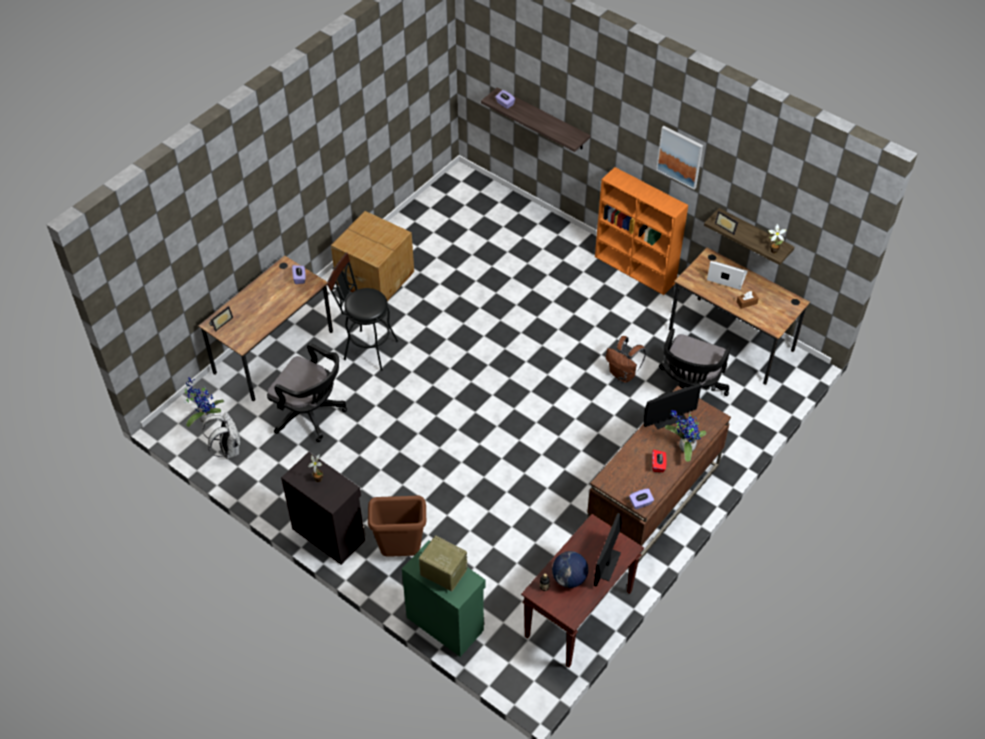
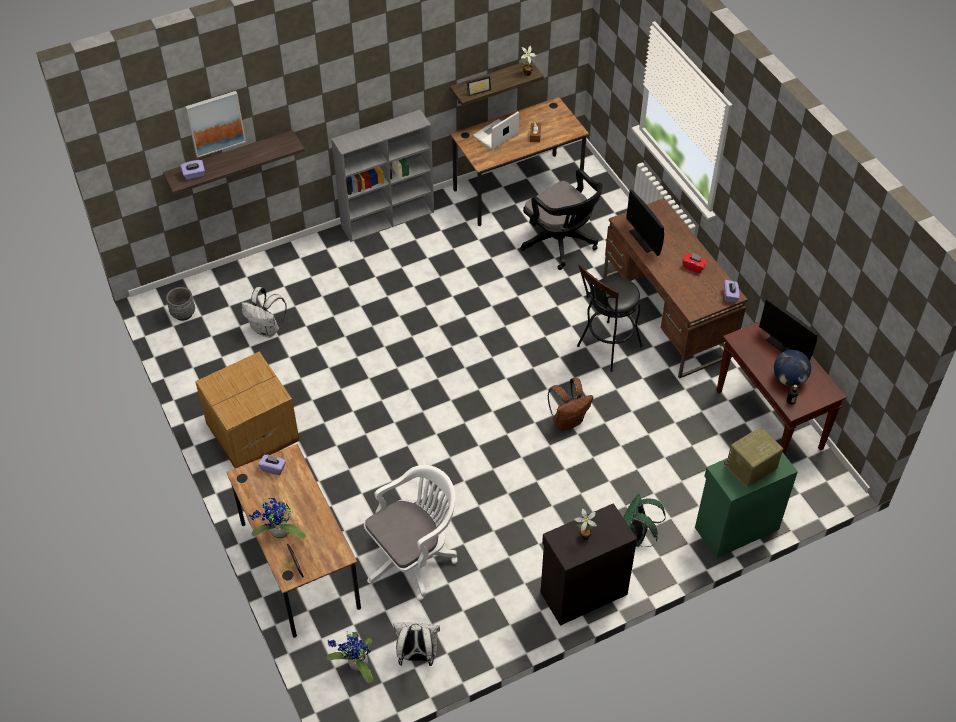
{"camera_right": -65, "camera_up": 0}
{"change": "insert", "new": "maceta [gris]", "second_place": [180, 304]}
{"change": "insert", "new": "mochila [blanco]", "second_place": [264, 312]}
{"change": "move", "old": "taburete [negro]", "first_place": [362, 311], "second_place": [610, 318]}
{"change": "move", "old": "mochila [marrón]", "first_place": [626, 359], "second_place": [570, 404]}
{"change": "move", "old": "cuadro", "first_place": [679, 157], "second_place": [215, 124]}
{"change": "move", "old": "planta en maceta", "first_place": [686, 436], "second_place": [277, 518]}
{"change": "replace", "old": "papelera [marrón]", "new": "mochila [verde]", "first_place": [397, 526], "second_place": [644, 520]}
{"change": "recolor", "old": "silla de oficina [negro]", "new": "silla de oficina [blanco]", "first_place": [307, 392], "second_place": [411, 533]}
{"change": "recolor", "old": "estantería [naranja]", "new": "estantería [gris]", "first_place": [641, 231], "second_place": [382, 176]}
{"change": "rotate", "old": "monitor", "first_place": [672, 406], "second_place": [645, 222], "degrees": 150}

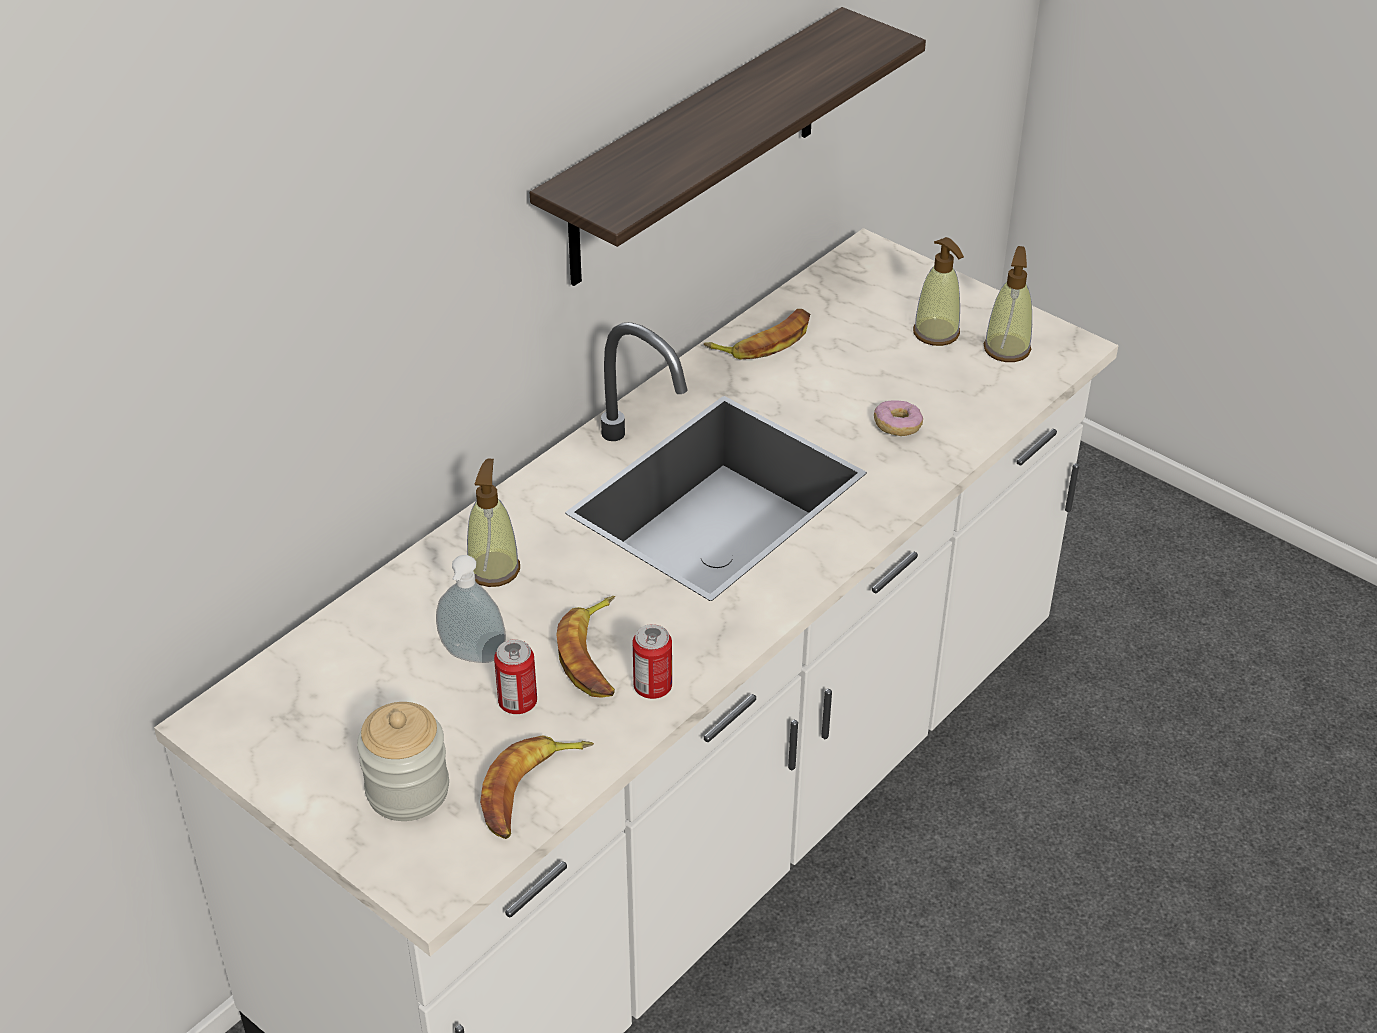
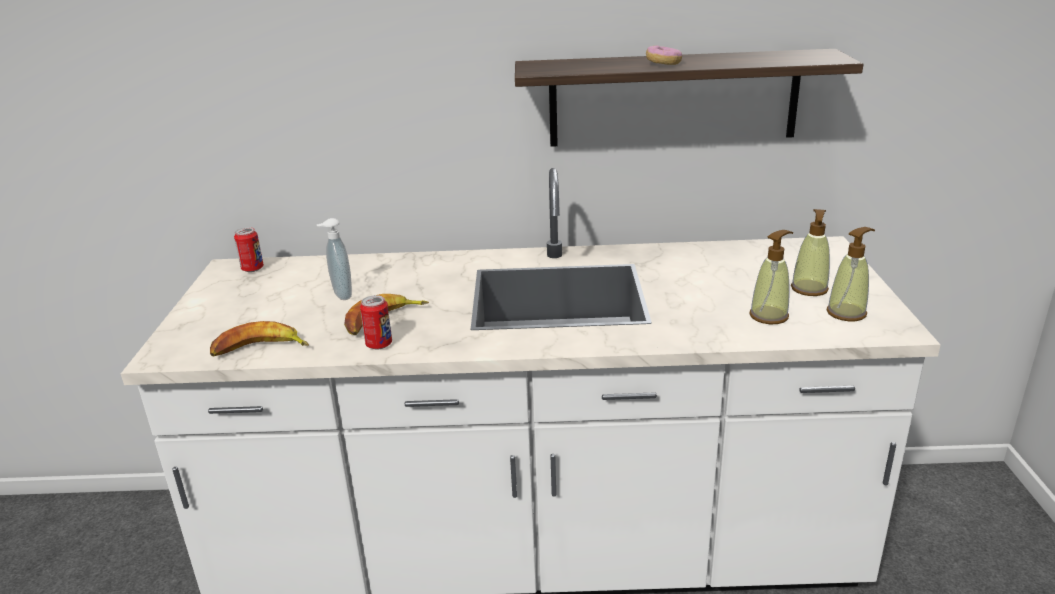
{"camera_right": 50, "camera_up": -15}
{"change": "delete", "old": "tarro", "first_place": [403, 761]}
{"change": "delete", "old": "plátano", "first_place": [757, 334]}
{"change": "move", "old": "dispensador de jabón", "first_place": [493, 522], "second_place": [771, 277]}
{"change": "move", "old": "lata", "first_place": [515, 676], "second_place": [249, 249]}
{"change": "move", "old": "rosquilla", "first_place": [898, 418], "second_place": [664, 55]}

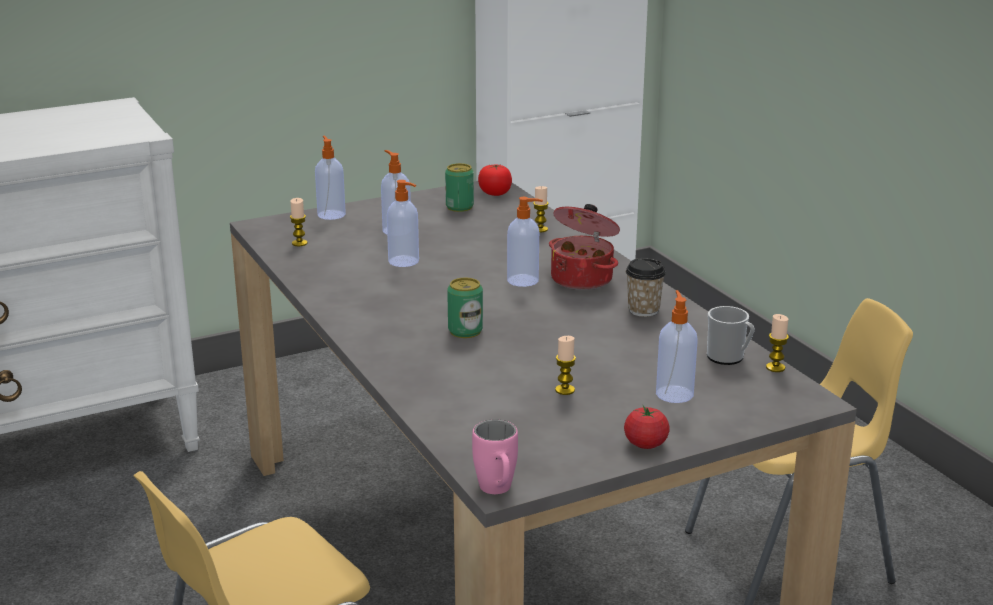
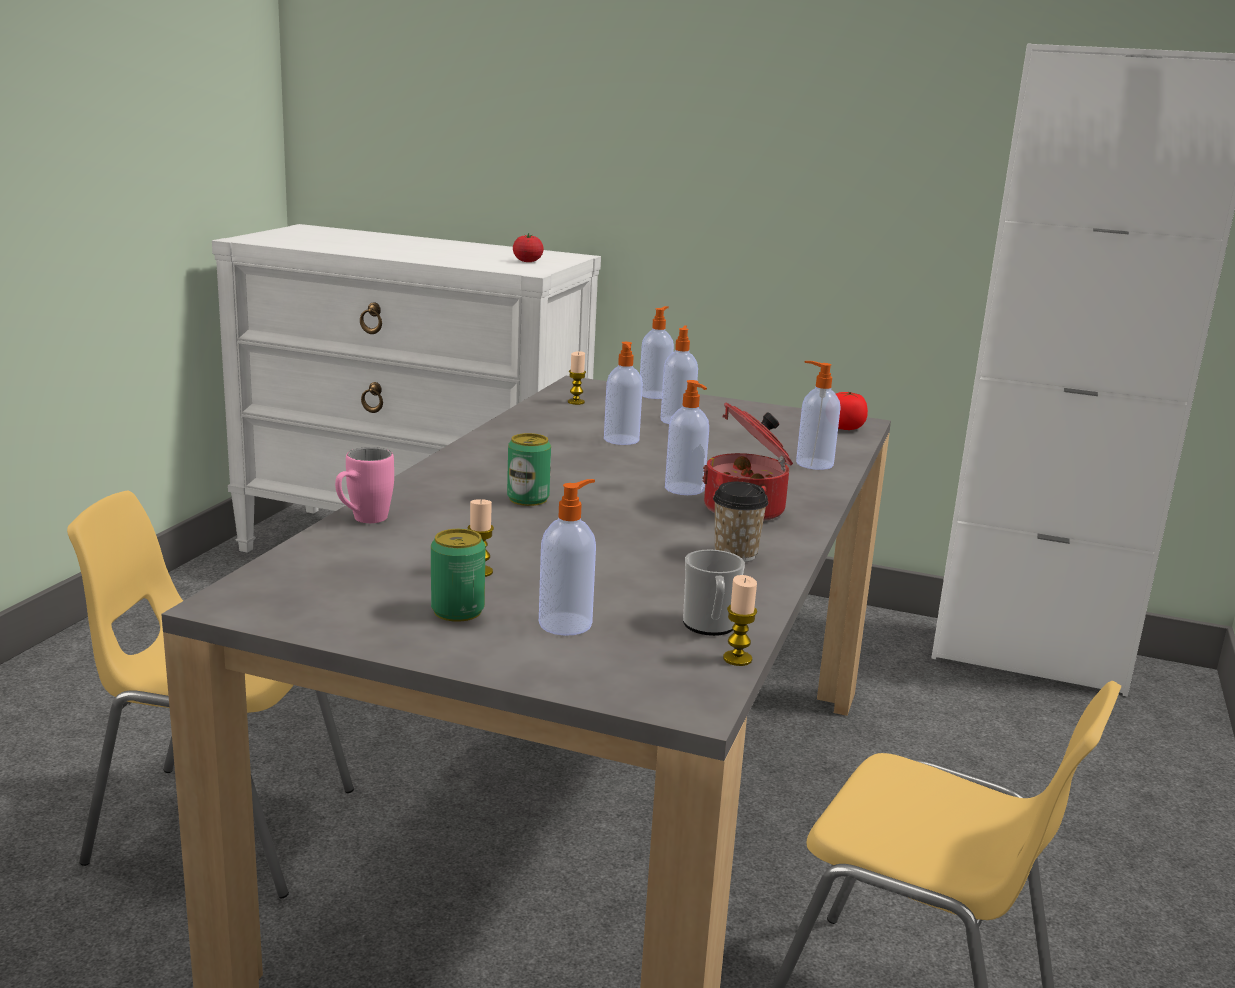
{"camera_right": 45, "camera_up": -5}
{"change": "move", "old": "lata", "first_place": [459, 187], "second_place": [458, 575]}
{"change": "move", "old": "taza grande [rosa]", "first_place": [495, 456], "second_place": [364, 485]}
{"change": "move", "old": "tomate", "first_place": [647, 427], "second_place": [528, 247]}
{"change": "replace", "old": "vela", "new": "dispensador de jabón", "first_place": [541, 209], "second_place": [818, 415]}

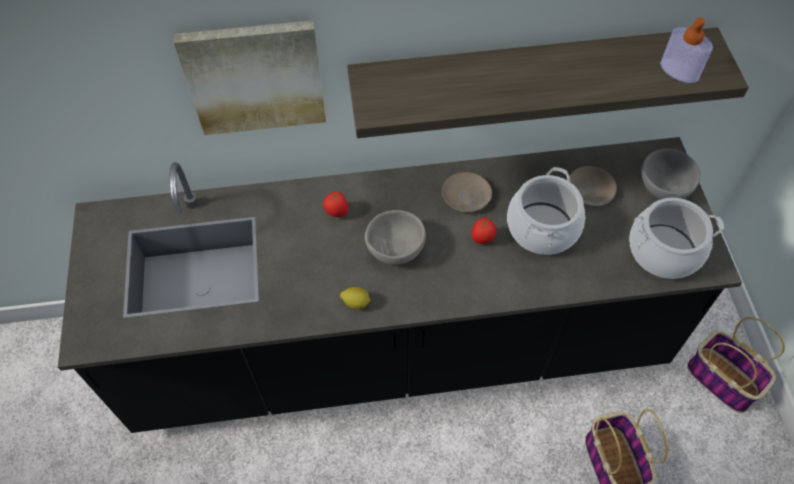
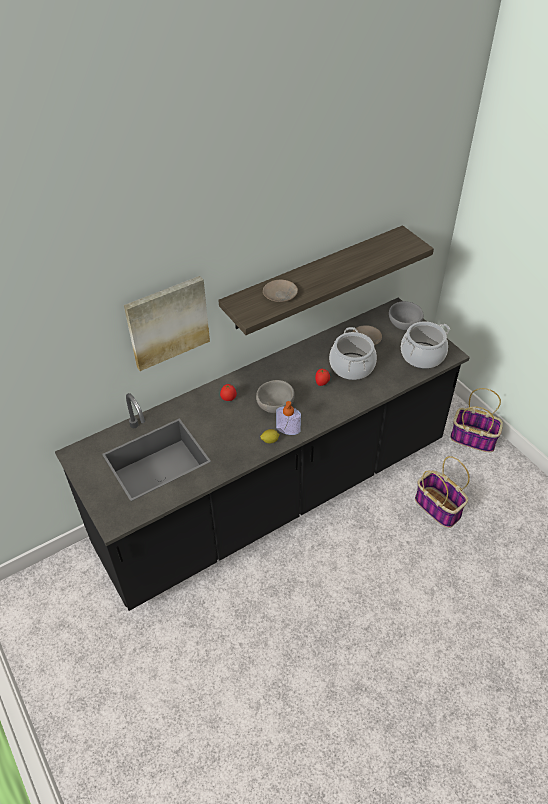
{"camera_right": -25, "camera_up": -10}
{"change": "move", "old": "plato [beis]", "first_place": [467, 192], "second_place": [280, 291]}
{"change": "move", "old": "dispensador de jabón", "first_place": [686, 50], "second_place": [288, 418]}

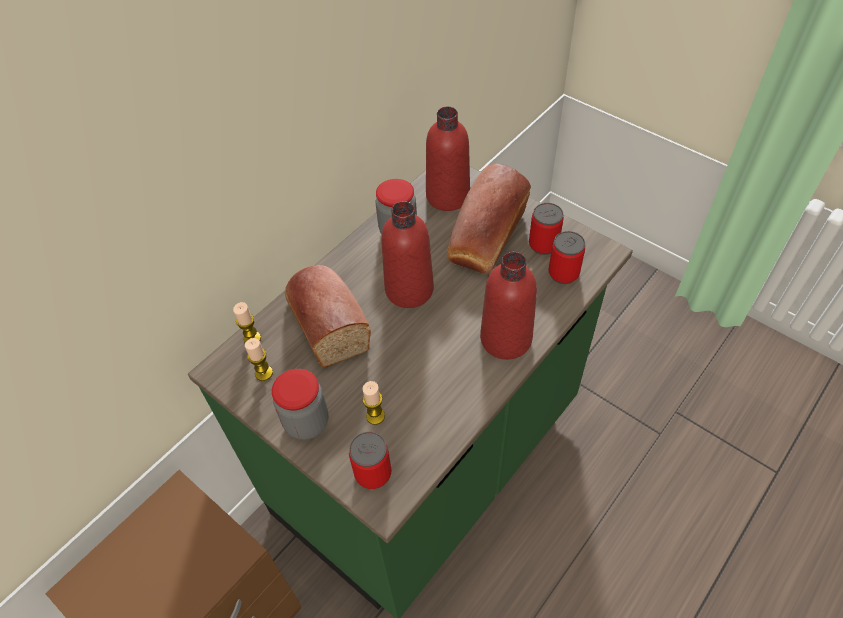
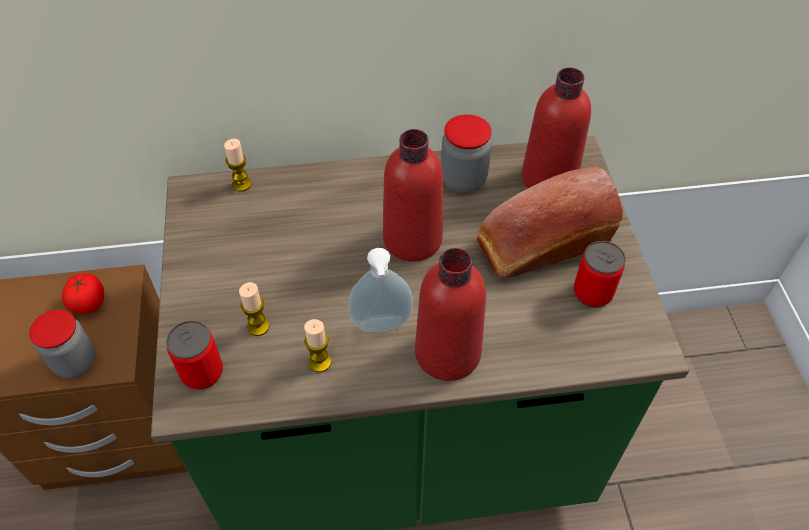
{"camera_right": 40, "camera_up": 0}
{"change": "delete", "old": "pan", "first_place": [328, 316]}
{"change": "delete", "old": "lata", "first_place": [567, 257]}
{"change": "insert", "new": "tomate", "second_place": [83, 293]}
{"change": "insert", "new": "dispensador de jabón", "second_place": [380, 290]}
{"change": "move", "old": "vela", "first_place": [259, 359], "second_place": [317, 345]}
{"change": "move", "old": "tarro", "first_place": [300, 404], "second_place": [62, 344]}

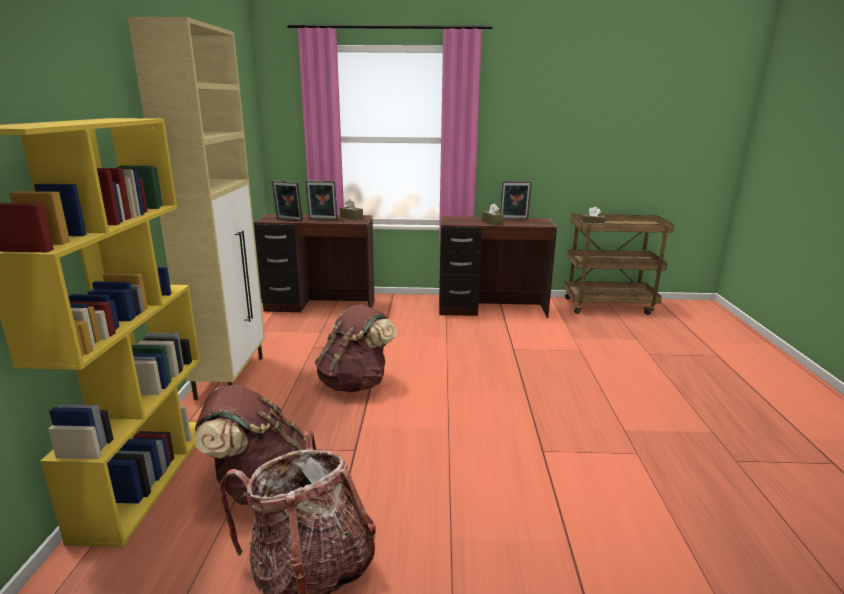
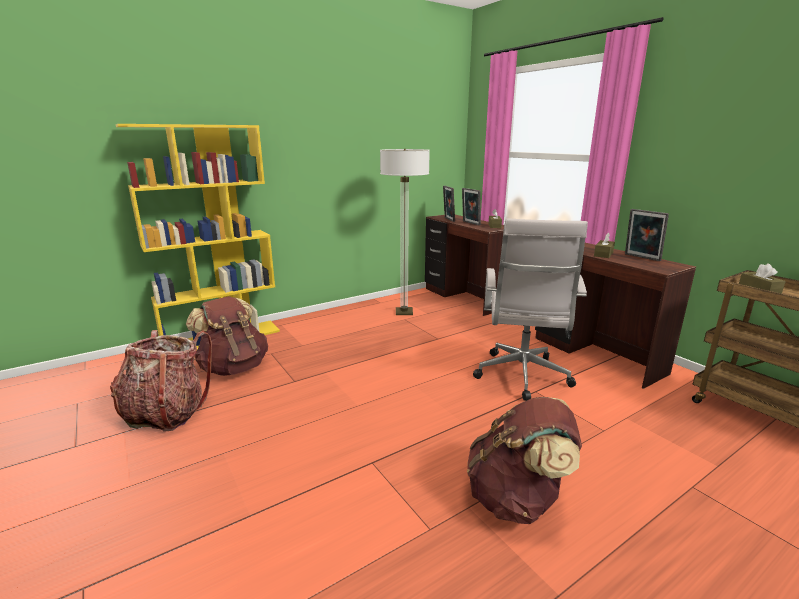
{"camera_right": 55, "camera_up": 0}
{"change": "delete", "old": "armario [beis]", "first_place": [196, 208]}
{"change": "insert", "new": "lámpara de pie", "second_place": [405, 232]}
{"change": "insert", "new": "silla de oficina [blanco]", "second_place": [530, 310]}
{"change": "move", "old": "mochila [marrón]", "first_place": [356, 348], "second_place": [524, 460]}

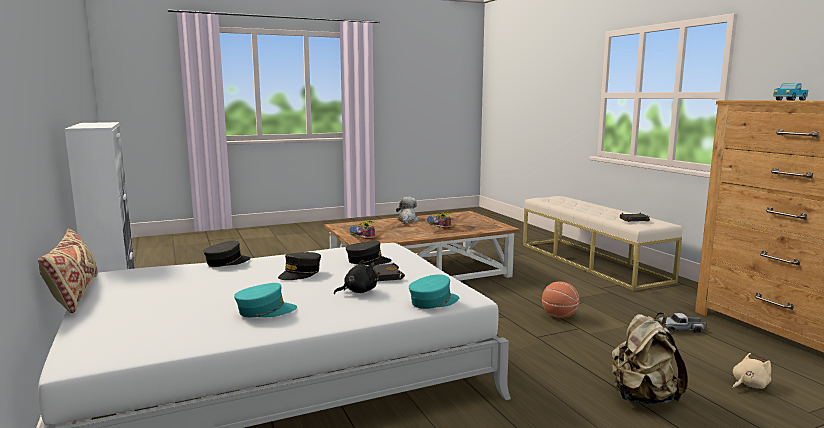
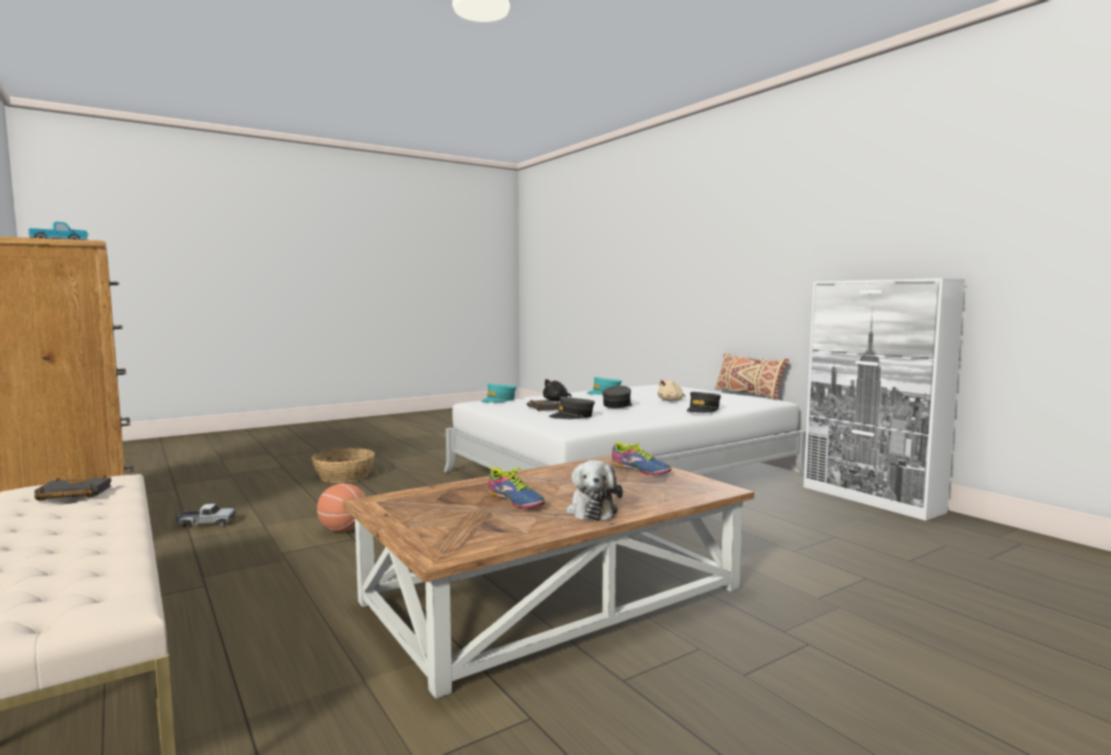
{"camera_right": 170, "camera_up": -5}
{"change": "move", "old": "peluche [beis]", "first_place": [752, 371], "second_place": [671, 390]}
{"change": "replace", "old": "mochila [beis]", "new": "cesta", "first_place": [650, 358], "second_place": [343, 465]}

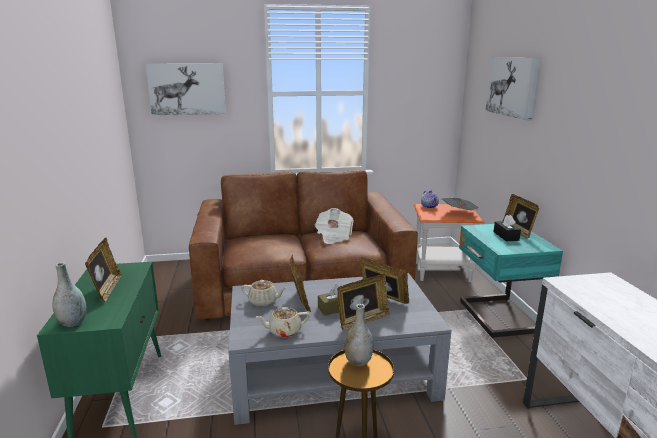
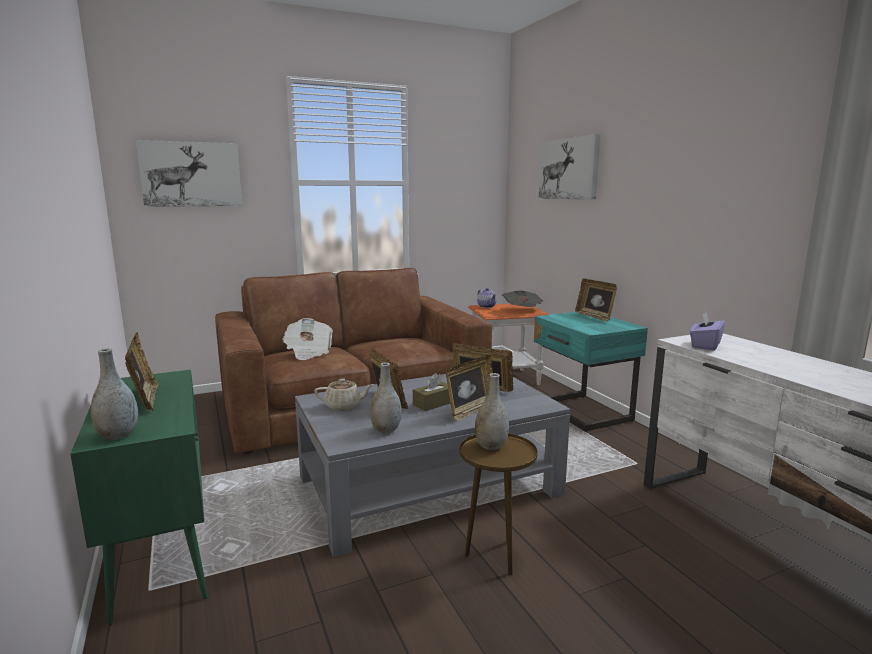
{"camera_right": -15, "camera_up": -5}
{"change": "delete", "old": "caja de pañuelos [negro]", "first_place": [507, 228]}
{"change": "insert", "new": "caja de pañuelos [morado]", "second_place": [707, 331]}
{"change": "move", "old": "periódico", "first_place": [334, 226], "second_place": [307, 339]}
{"change": "replace", "old": "tetera [beis]", "new": "florero [gris]", "first_place": [283, 322], "second_place": [386, 398]}

